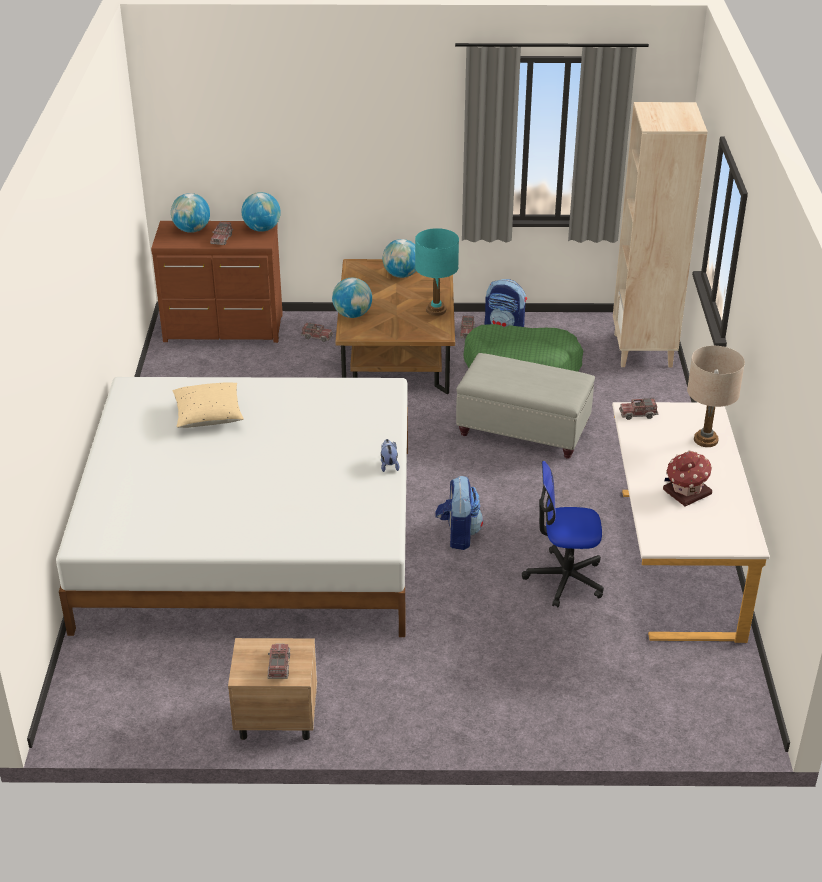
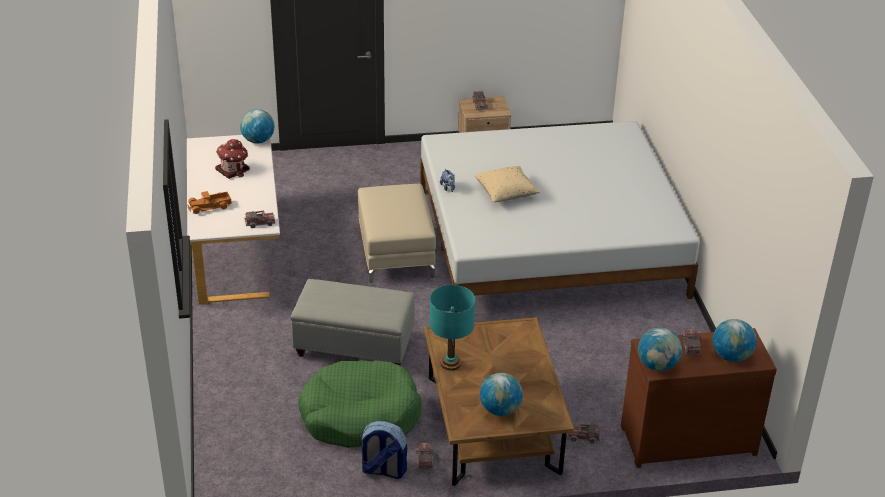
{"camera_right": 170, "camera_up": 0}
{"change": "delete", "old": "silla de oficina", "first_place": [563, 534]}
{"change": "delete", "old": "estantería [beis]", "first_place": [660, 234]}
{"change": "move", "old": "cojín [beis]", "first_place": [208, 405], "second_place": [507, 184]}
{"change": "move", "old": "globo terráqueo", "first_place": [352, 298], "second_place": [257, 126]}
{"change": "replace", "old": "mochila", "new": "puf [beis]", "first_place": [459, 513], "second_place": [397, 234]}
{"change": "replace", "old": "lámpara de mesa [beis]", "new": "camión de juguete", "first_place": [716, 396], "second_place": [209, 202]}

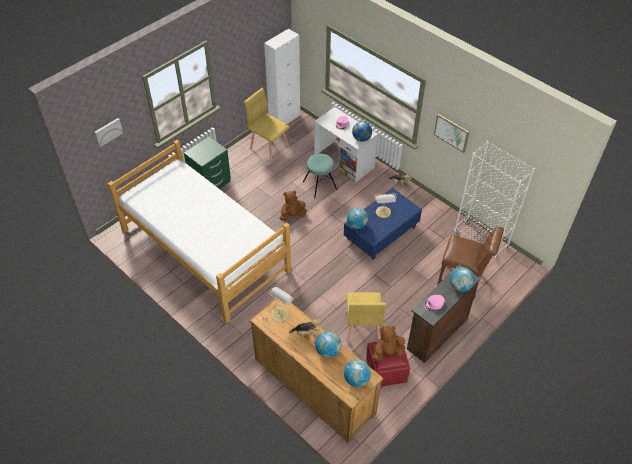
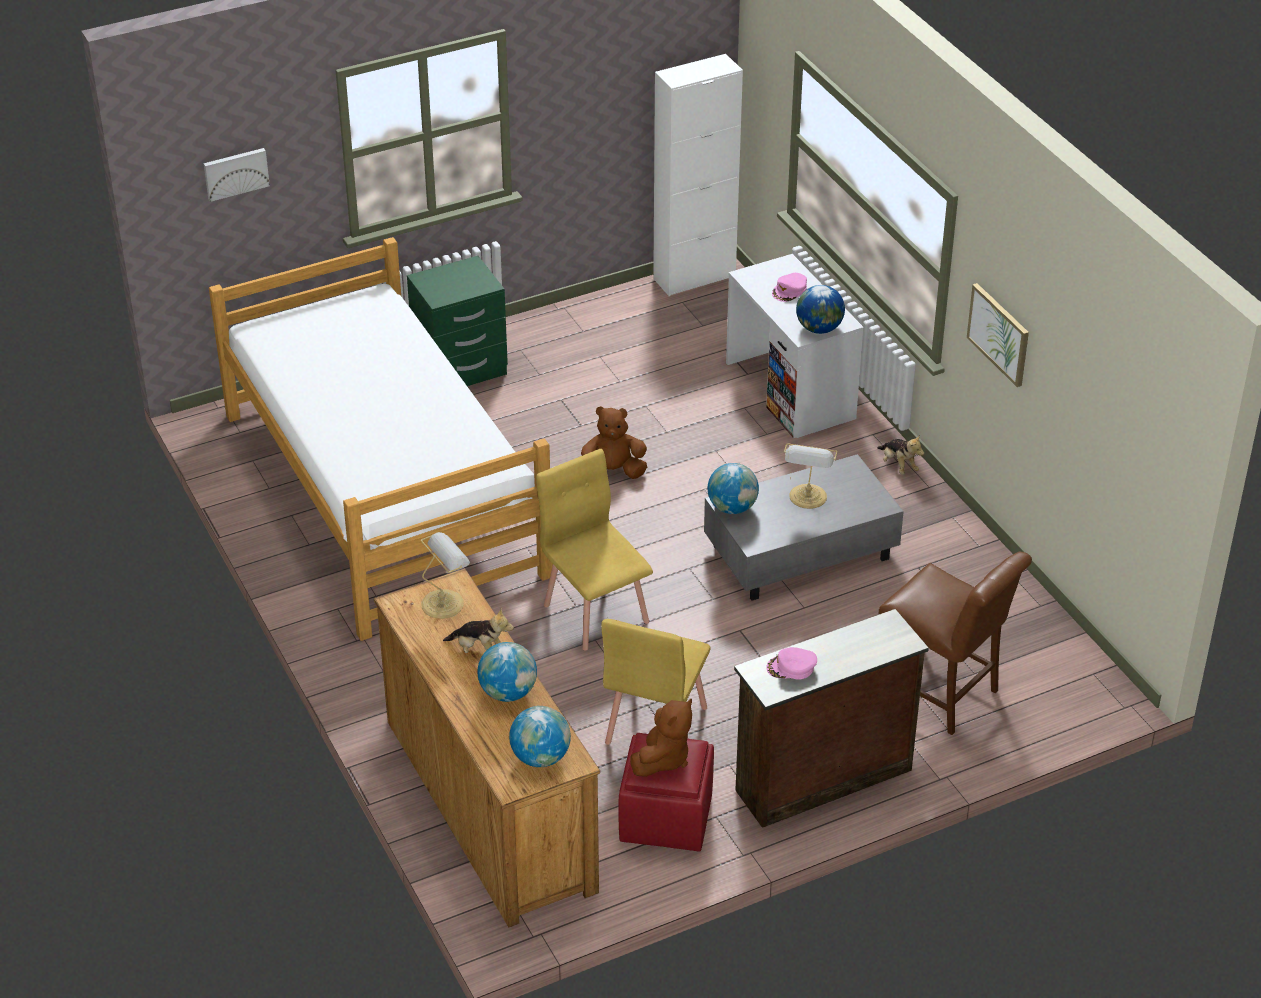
{"camera_right": 20, "camera_up": -10}
{"change": "delete", "old": "taburete [turquesa]", "first_place": [320, 176]}
{"change": "delete", "old": "globo terráqueo", "first_place": [462, 279]}
{"change": "delete", "old": "estantería [blanco]", "first_place": [494, 200]}
{"change": "move", "old": "silla [amarillo]", "first_place": [267, 124], "second_place": [594, 550]}
{"change": "recolor", "old": "mesa de centro [azul]", "new": "mesa de centro [gris]", "first_place": [383, 224], "second_place": [804, 527]}
{"change": "rotate", "old": "peluche [marrón]", "first_place": [388, 344], "second_place": [661, 738], "degrees": 120}

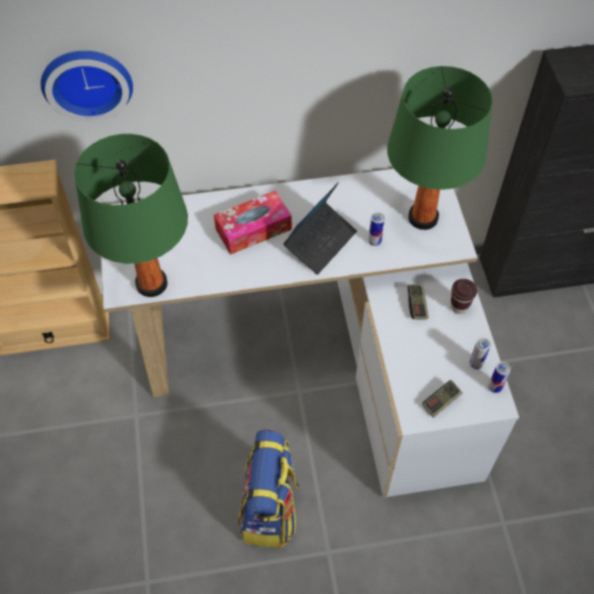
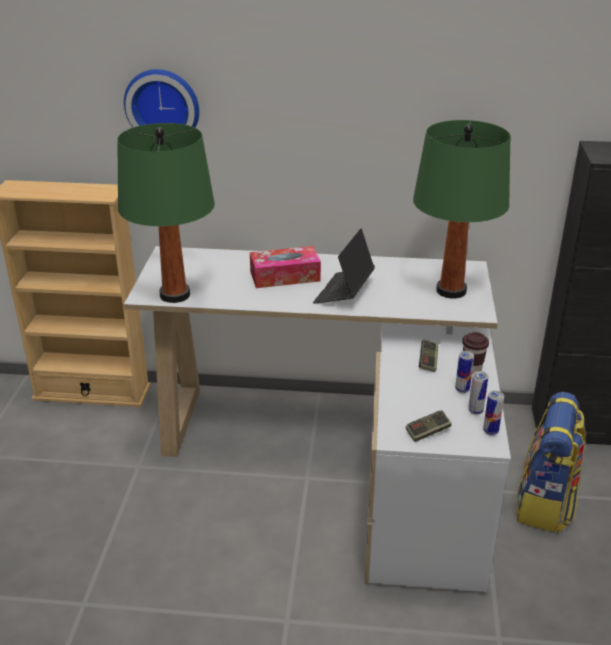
{"camera_right": 15, "camera_up": -25}
{"change": "move", "old": "mochila", "first_place": [269, 489], "second_place": [551, 462]}
{"change": "move", "old": "lata", "first_place": [376, 229], "second_place": [464, 372]}
{"change": "rotate", "old": "portátil", "first_place": [320, 228], "second_place": [344, 266], "degrees": 150}

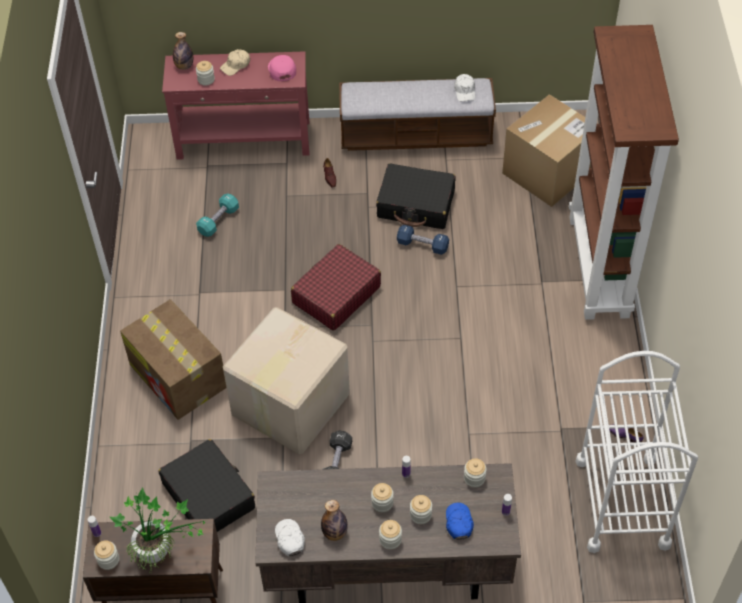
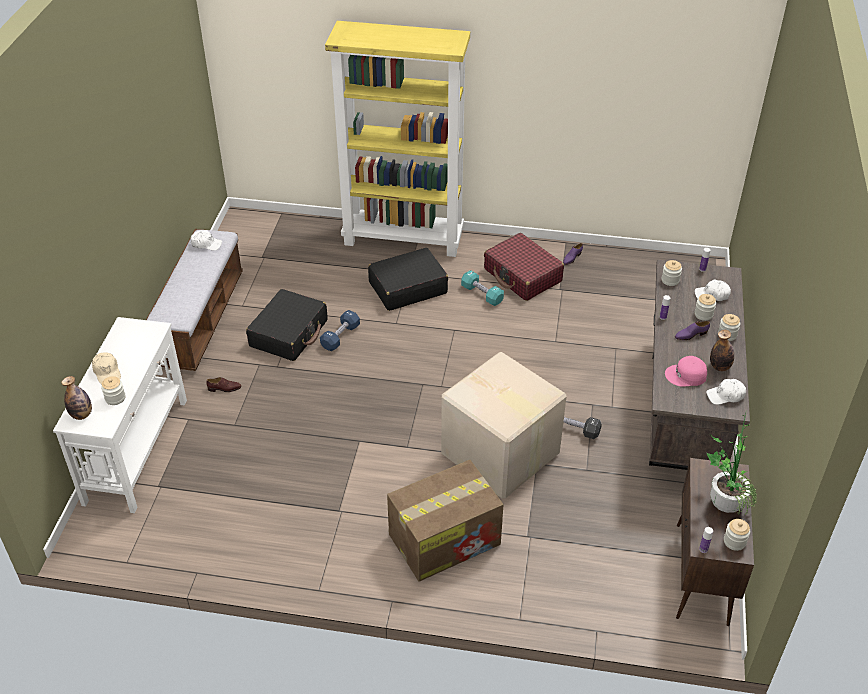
{"camera_right": -80, "camera_up": -10}
{"change": "delete", "old": "caja de cartón", "first_place": [546, 150]}
{"change": "delete", "old": "carrito [blanco]", "first_place": [636, 452]}
{"change": "move", "old": "maleta [negro]", "first_place": [207, 485], "second_place": [408, 279]}
{"change": "move", "old": "mancuerna [turquesa]", "first_place": [217, 215], "second_place": [482, 288]}
{"change": "move", "old": "gorra [rosa]", "first_place": [282, 68], "second_place": [686, 371]}
{"change": "move", "old": "maleta [rojo]", "first_place": [336, 287], "second_place": [524, 267]}
{"change": "replace", "old": "tarro", "new": "zapato [morado]", "first_place": [382, 497], "second_place": [692, 330]}
{"change": "recolor", "old": "mesa consola [rojo]", "new": "mesa consola [blanco]", "first_place": [235, 105], "second_place": [120, 415]}
{"change": "recolor", "old": "gorra [azul]", "new": "gorra [blanco]", "first_place": [460, 521], "second_place": [713, 290]}
{"change": "recolor", "old": "estantería [marrón]", "new": "estantería [amarillo]", "first_place": [624, 172], "second_place": [397, 139]}

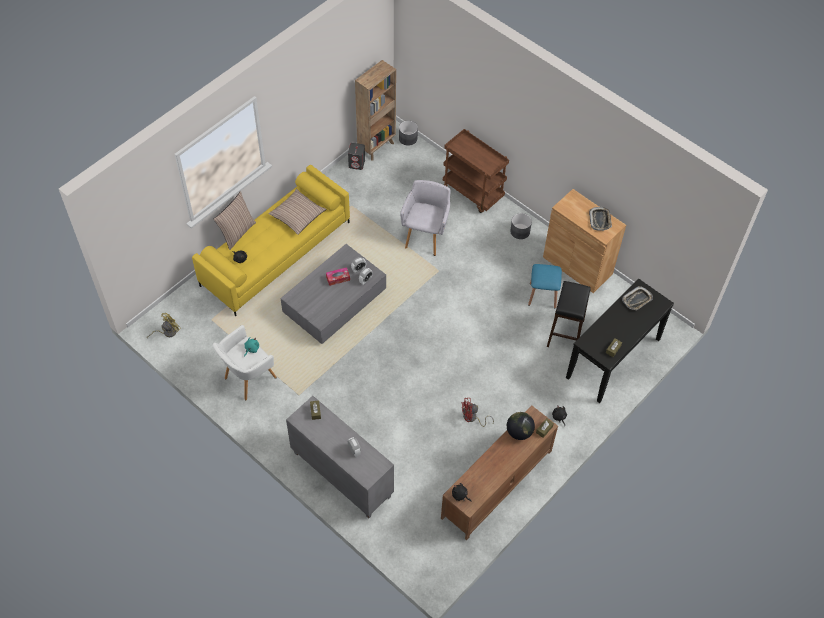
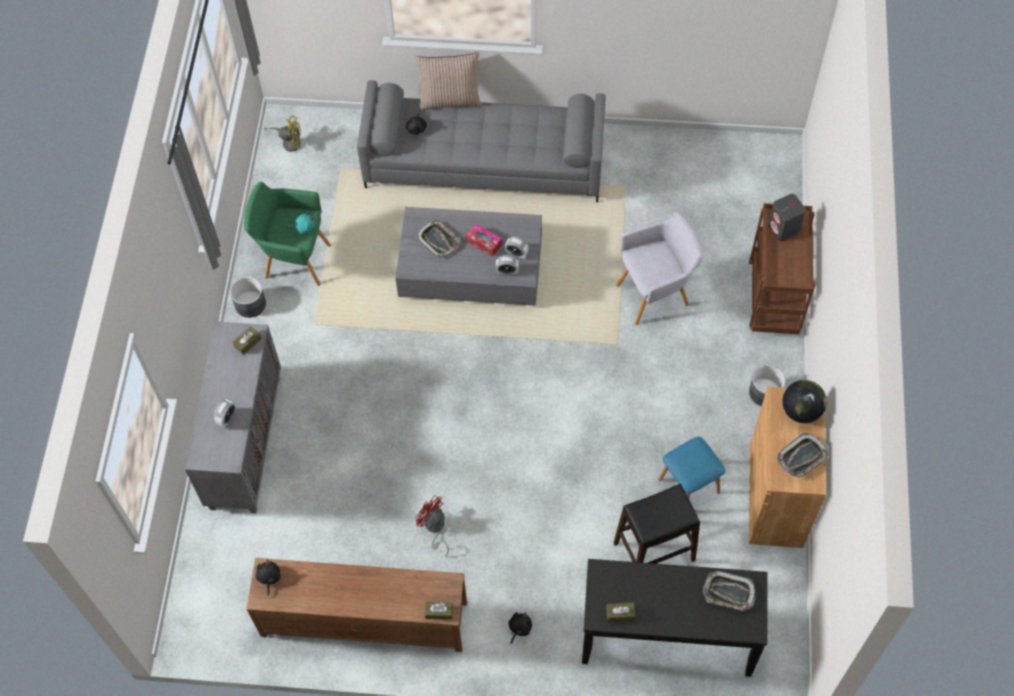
{"camera_right": 55, "camera_up": 5}
{"change": "delete", "old": "cojín", "first_place": [297, 212]}
{"change": "delete", "old": "estantería [marrón]", "first_place": [375, 110]}
{"change": "insert", "new": "bandeja", "second_place": [438, 239]}
{"change": "move", "old": "altavoz [gris]", "first_place": [356, 156], "second_place": [787, 217]}
{"change": "move", "old": "maceta [gris]", "first_place": [408, 133], "second_place": [248, 297]}
{"change": "move", "old": "globo terráqueo", "first_place": [521, 426], "second_place": [805, 401]}
{"change": "recolor", "old": "sofá [amarillo]", "new": "sofá [gris]", "first_place": [271, 240], "second_place": [481, 141]}
{"change": "recolor", "old": "sillón [blanco]", "new": "sillón [verde]", "first_place": [245, 362], "second_place": [287, 234]}

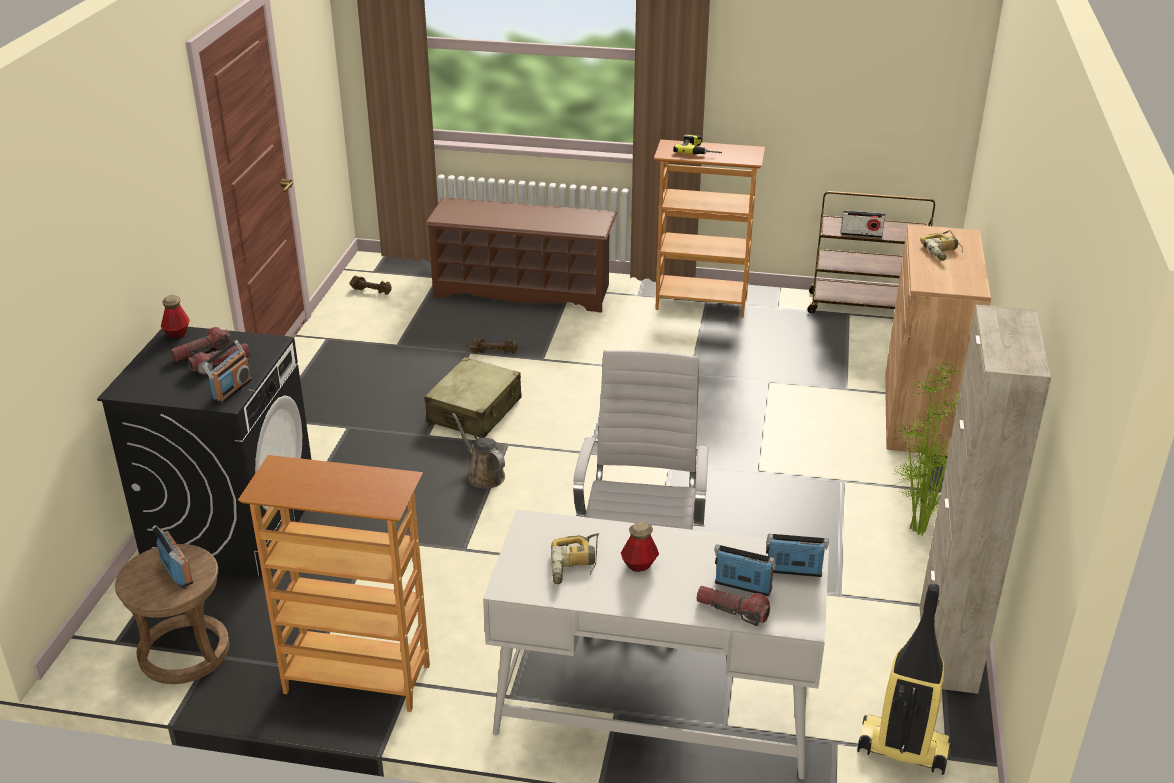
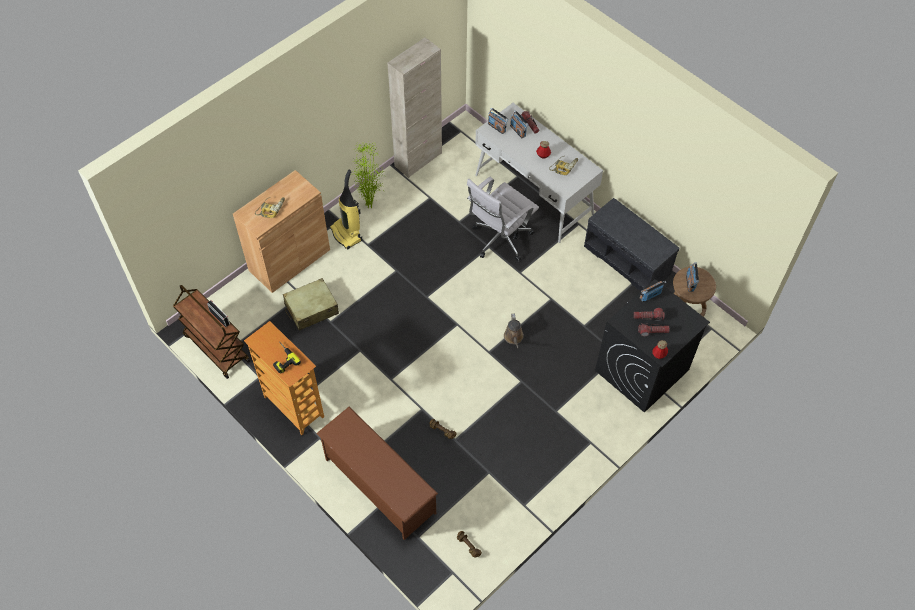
{"camera_right": -145, "camera_up": 25}
{"change": "move", "old": "maleta [beis]", "first_place": [473, 397], "second_place": [311, 304]}
{"change": "move", "old": "aspiradora", "first_place": [904, 679], "second_place": [346, 209]}
{"change": "replace", "old": "estantería", "new": "banco [gris]", "first_place": [334, 583], "second_place": [631, 245]}

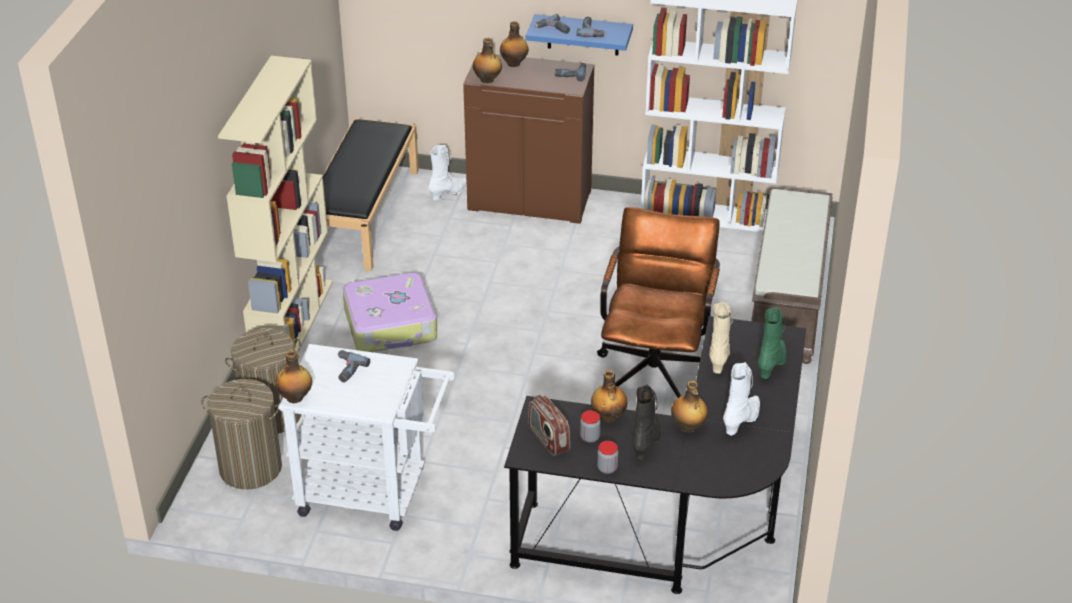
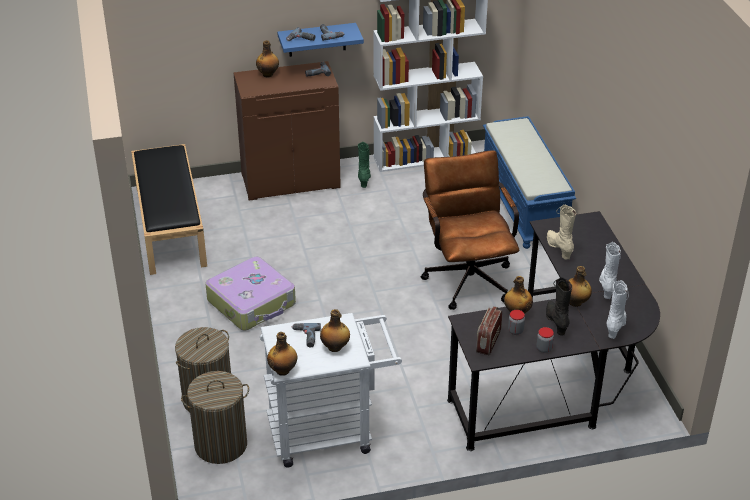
{"camera_right": -25, "camera_up": 0}
{"change": "delete", "old": "estantería [beis]", "first_place": [275, 205]}
{"change": "move", "old": "bota [blanco]", "first_place": [447, 172], "second_place": [617, 309]}
{"change": "move", "old": "botella", "first_place": [487, 61], "second_place": [335, 330]}
{"change": "move", "old": "bota [verde]", "first_place": [772, 343], "second_place": [364, 164]}
{"change": "recolor", "old": "banco [marrón]", "new": "banco [azul]", "first_place": [791, 276], "second_place": [529, 182]}
{"change": "rotate", "old": "radio", "first_place": [549, 425], "second_place": [489, 331], "degrees": 75}

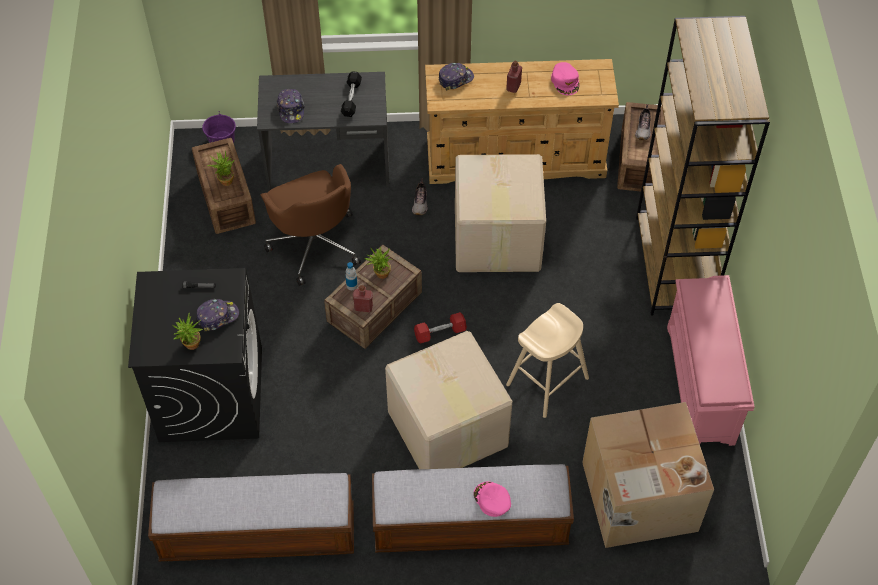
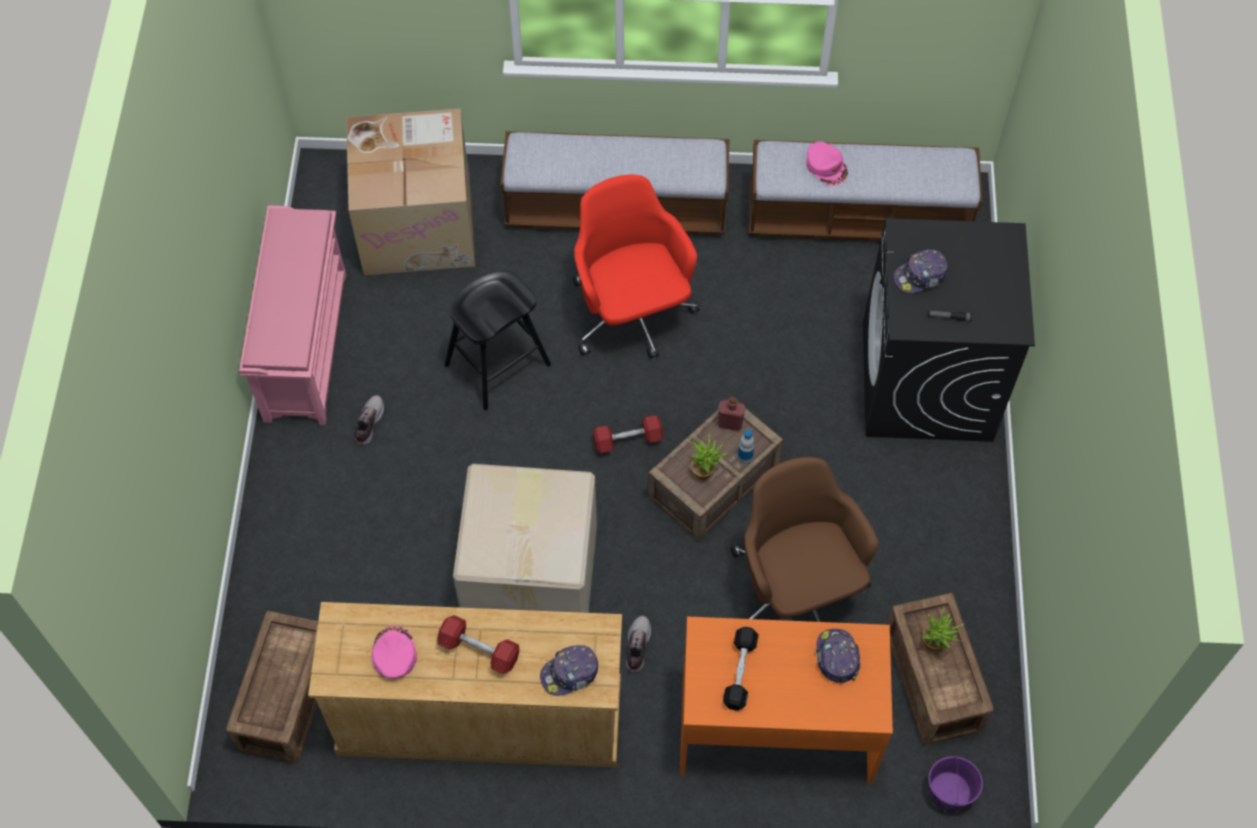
{"camera_right": -175, "camera_up": 5}
{"change": "delete", "old": "planta en maceta", "first_place": [187, 331]}
{"change": "delete", "old": "estantería [marrón]", "first_place": [703, 165]}
{"change": "move", "old": "gorra [rosa]", "first_place": [492, 499], "second_place": [827, 163]}
{"change": "move", "old": "zapato", "first_place": [643, 122], "second_place": [369, 420]}
{"change": "replace", "old": "caja de cartón", "new": "silla de oficina [rojo]", "first_place": [449, 400], "second_place": [636, 267]}
{"change": "replace", "old": "botella [rojo]", "new": "mancuerna [rojo]", "first_place": [514, 77], "second_place": [478, 644]}
{"change": "recolor", "old": "escritorio [gris]", "new": "escritorio [naranja]", "first_place": [323, 131], "second_place": [786, 700]}
{"change": "recolor", "old": "taburete [beis]", "new": "taburete [negro]", "first_place": [547, 360], "second_place": [497, 340]}

